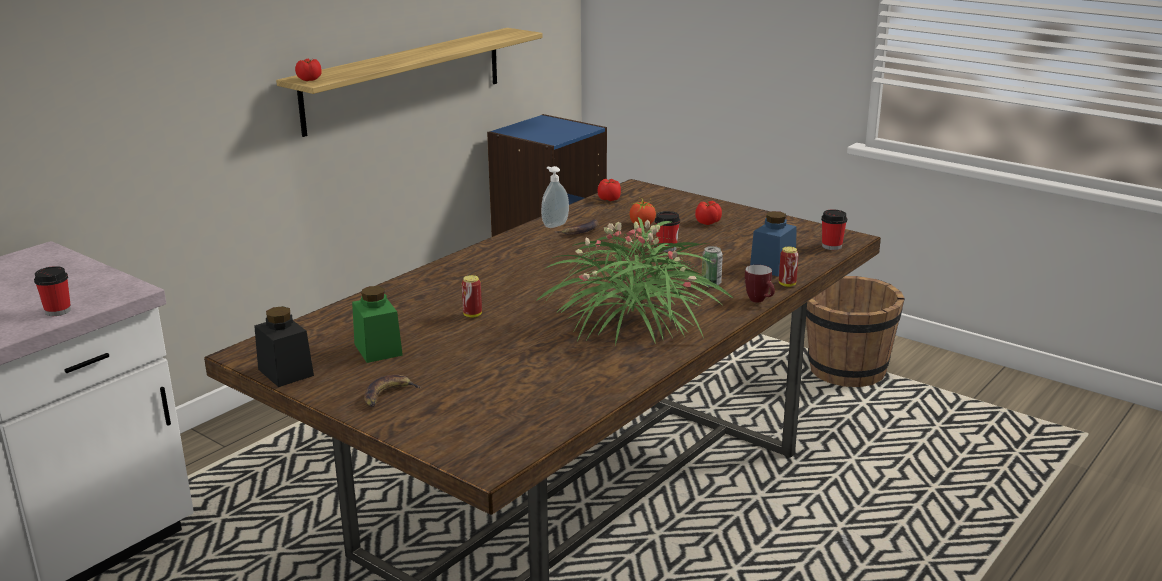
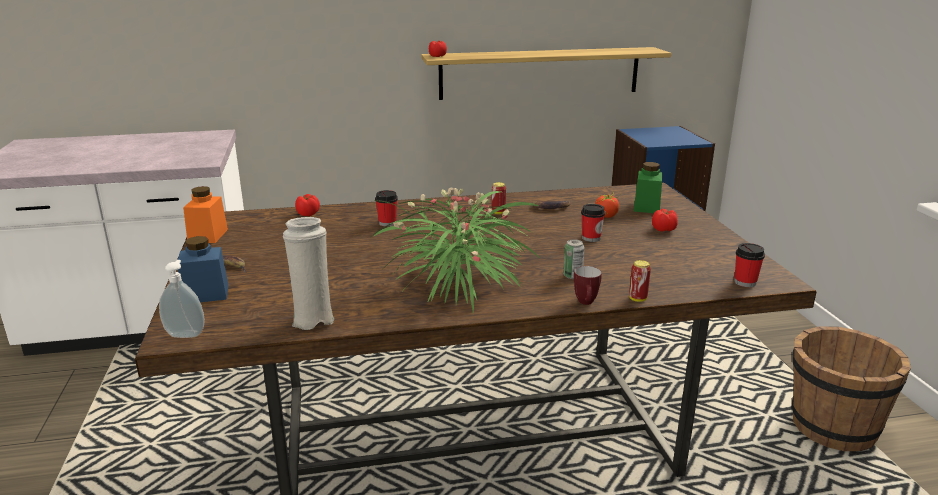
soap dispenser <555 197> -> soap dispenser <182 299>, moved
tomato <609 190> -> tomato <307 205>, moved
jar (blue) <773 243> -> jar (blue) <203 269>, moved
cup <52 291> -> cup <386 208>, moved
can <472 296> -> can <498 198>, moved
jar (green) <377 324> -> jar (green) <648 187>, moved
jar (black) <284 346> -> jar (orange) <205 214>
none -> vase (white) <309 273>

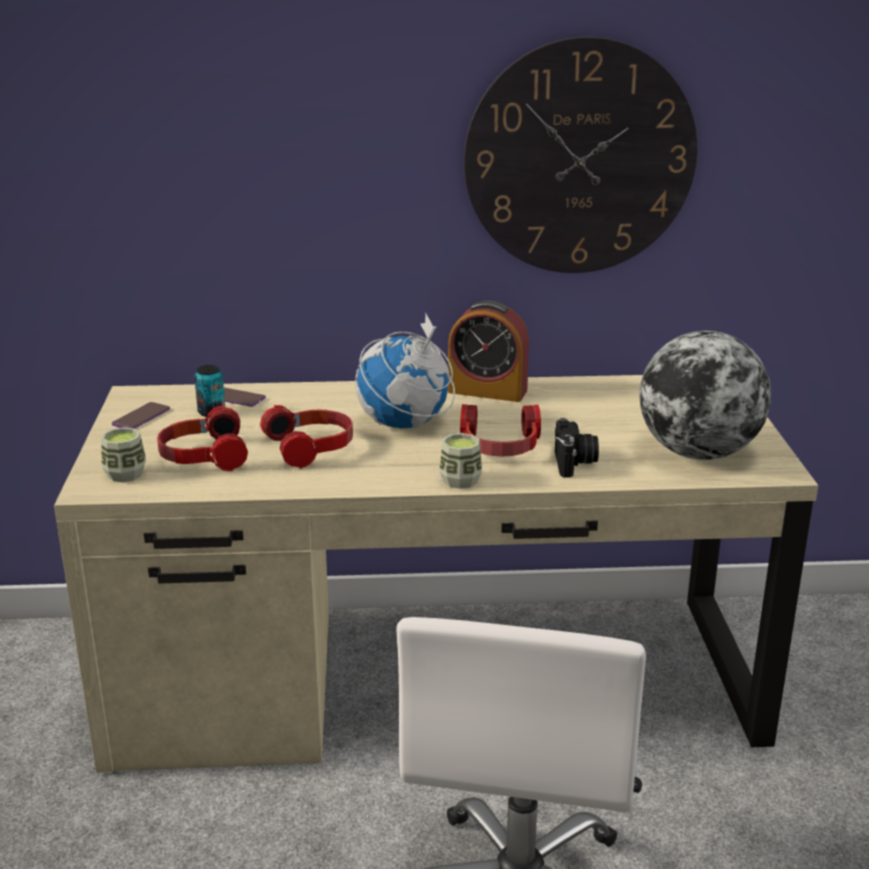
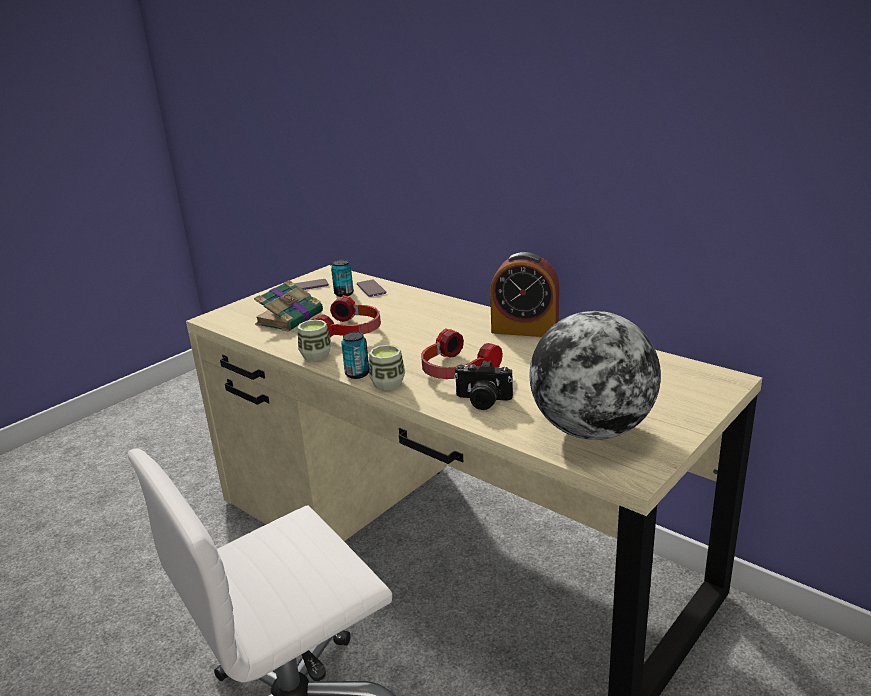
wall clock <580 155> -> none
alarm clock <488 351> -> alarm clock <524 294>, 45 degrees counterclockwise
globe <405 371> -> none
headphones <202 438> -> book <288 306>
photo camera <577 448> -> photo camera <483 385>, 60 degrees clockwise
cup <123 454> -> cup <314 340>, moved
none -> can <355 355>

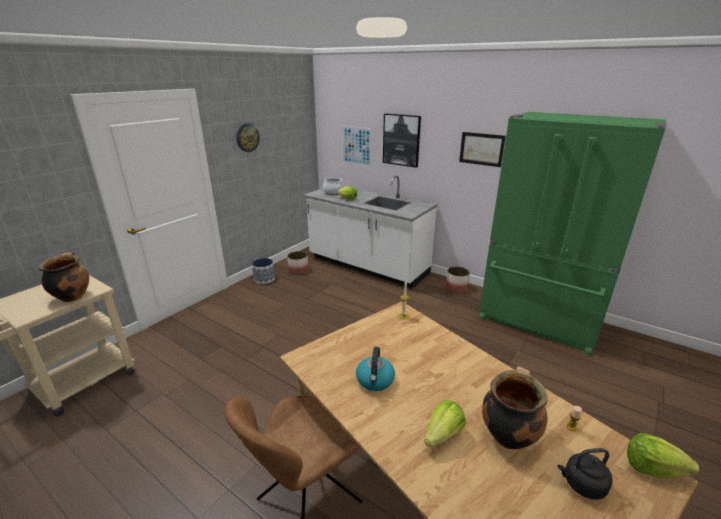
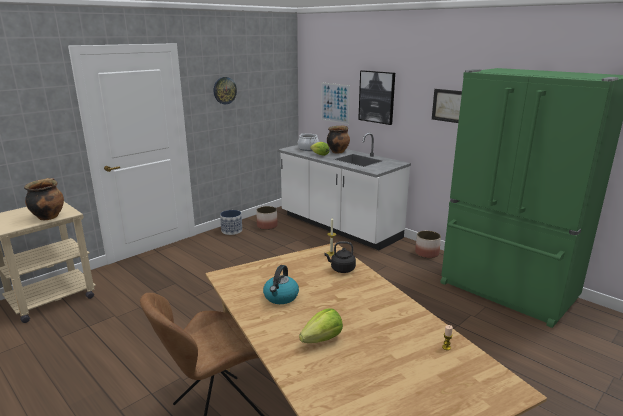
cooking pot <515 407> -> cooking pot <338 139>, moved
lettuce <663 455> -> none
kettle (black) <585 474> -> kettle (black) <340 257>, moved

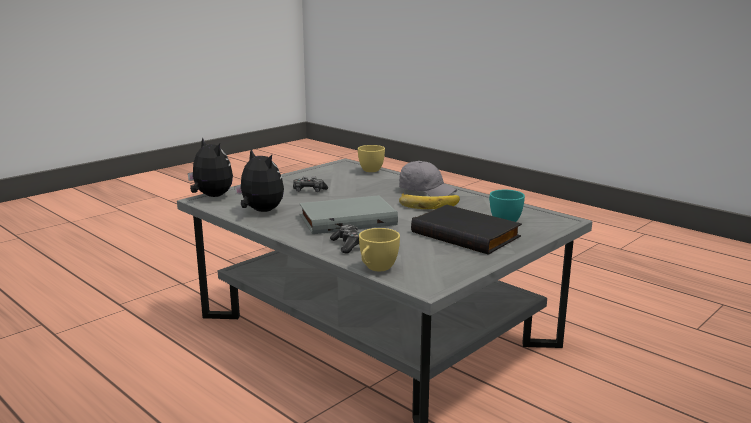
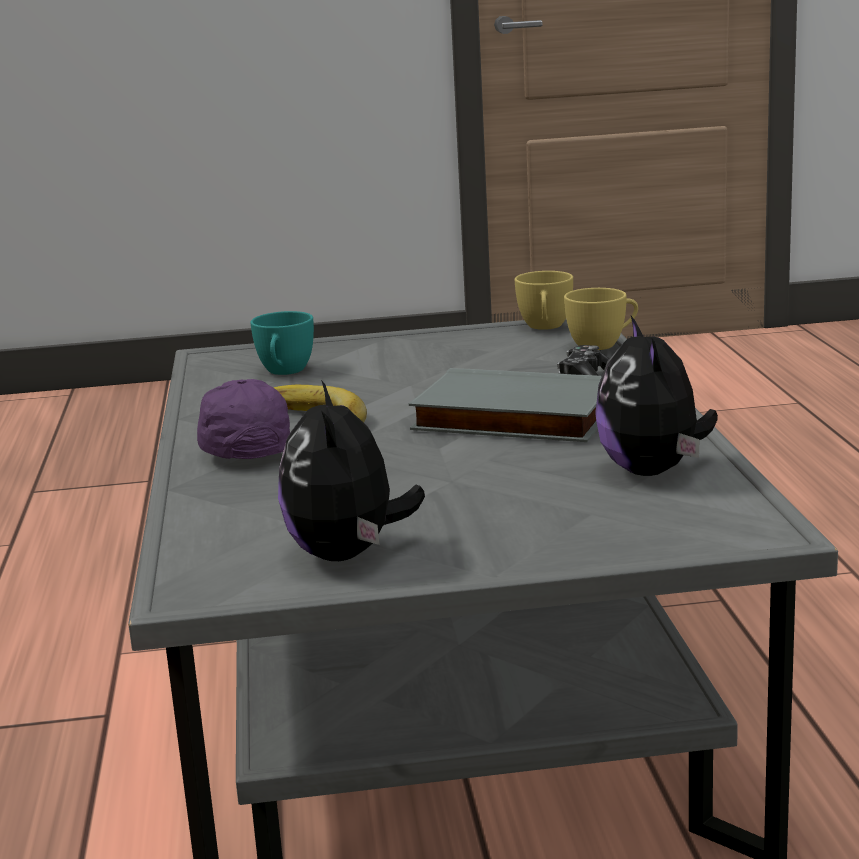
plush toy <210 167> -> plush toy <351 470>, moved
cup (yellow) <371 158> -> cup (yellow) <544 300>, moved
cap (grey) <428 178> -> cap (purple) <243 419>
game controller <310 184> -> none
book (black) <466 230> -> none

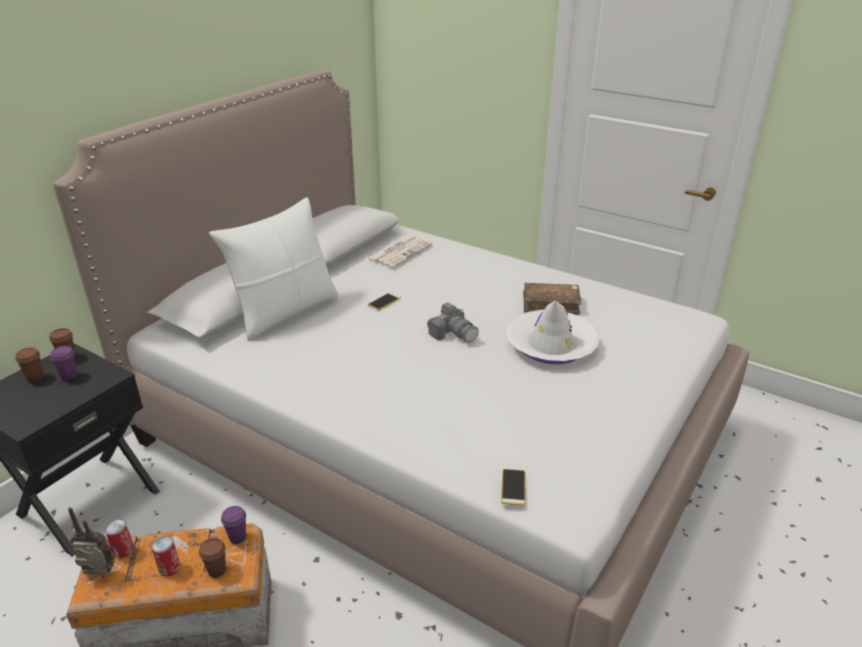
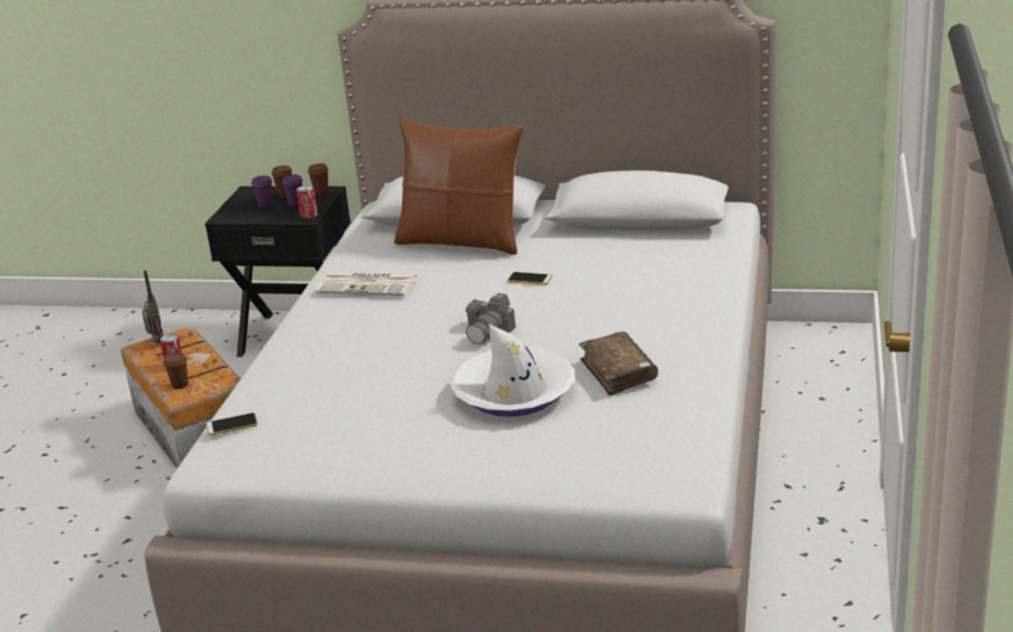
pillow (white) <273 268> -> pillow (brown) <459 186>
newspaper <399 252> -> newspaper <366 284>, moved
cup (purple) <233 525> -> cup (purple) <262 191>, moved
can <119 539> -> can <307 202>, moved

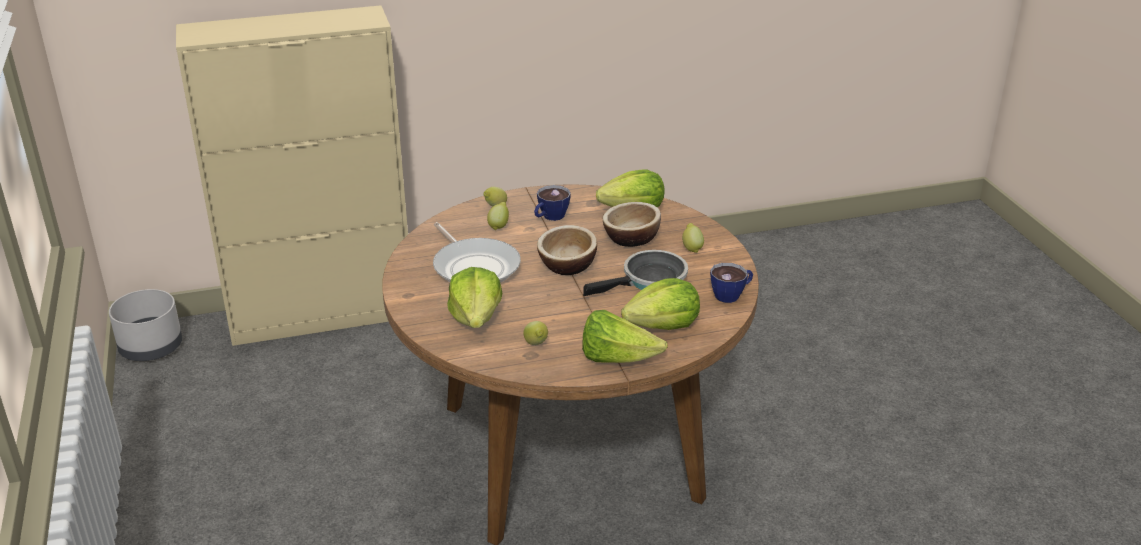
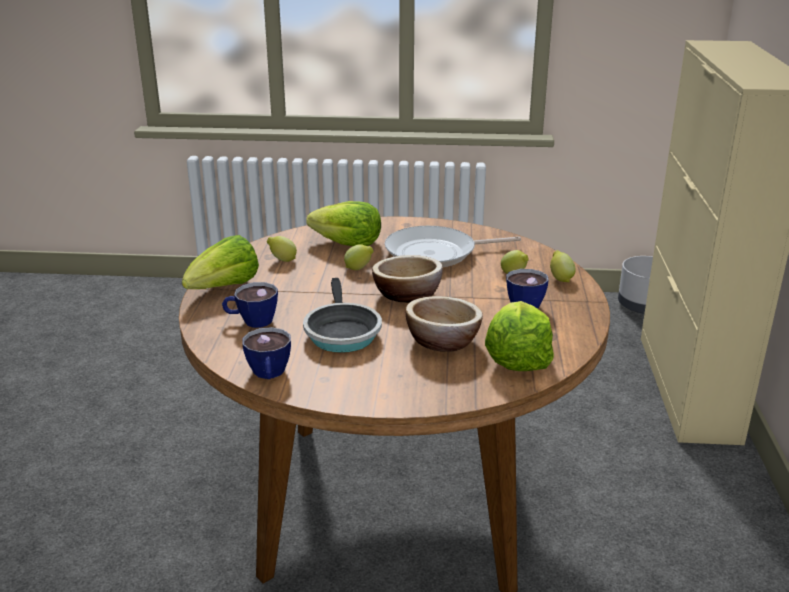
lemon <693 238> -> lemon <359 257>, moved
lettuce <660 304> -> cup <250 305>

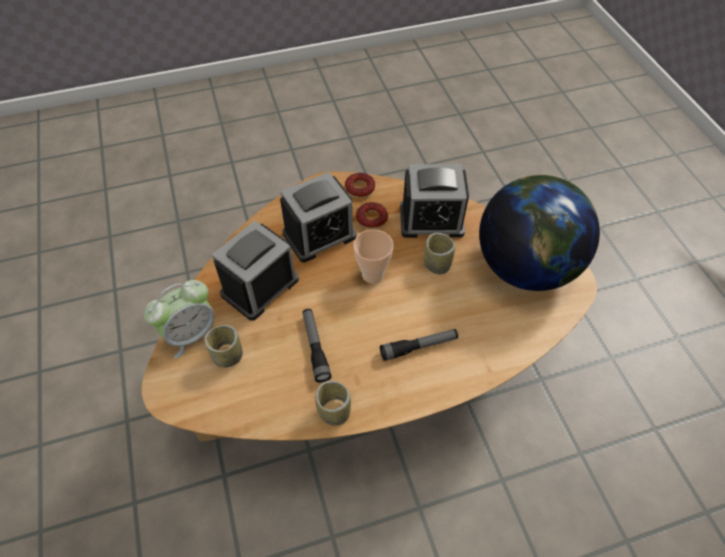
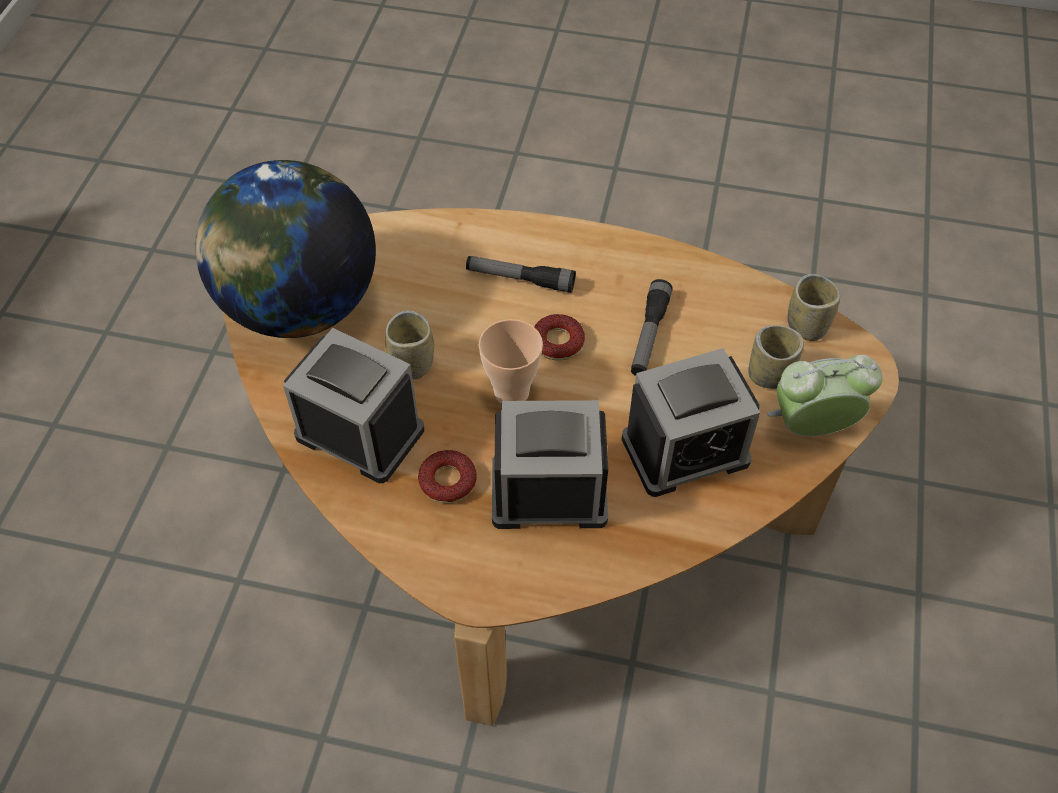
donut <360 185> -> donut <559 337>, moved
cup <333 403> -> cup <813 307>, moved

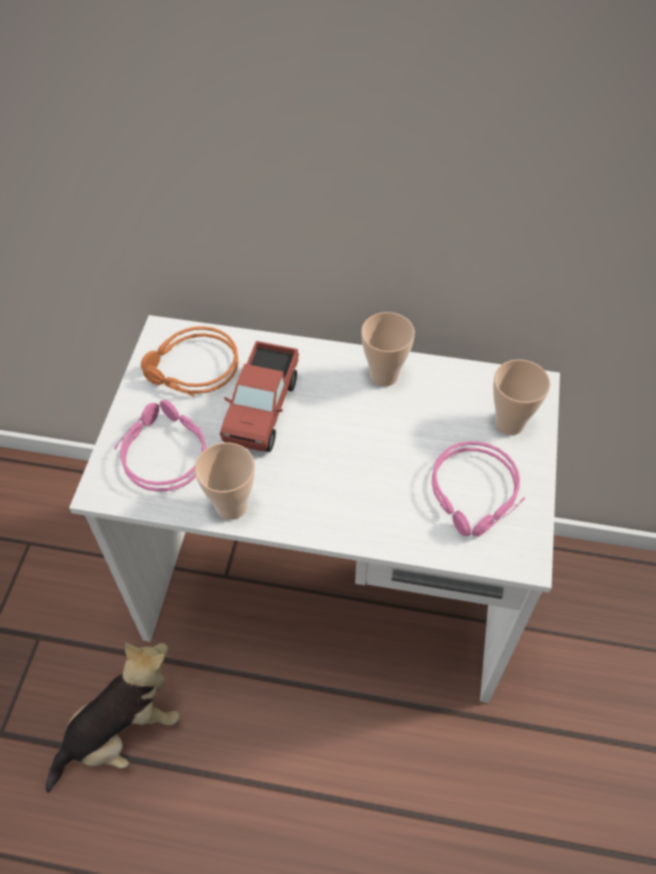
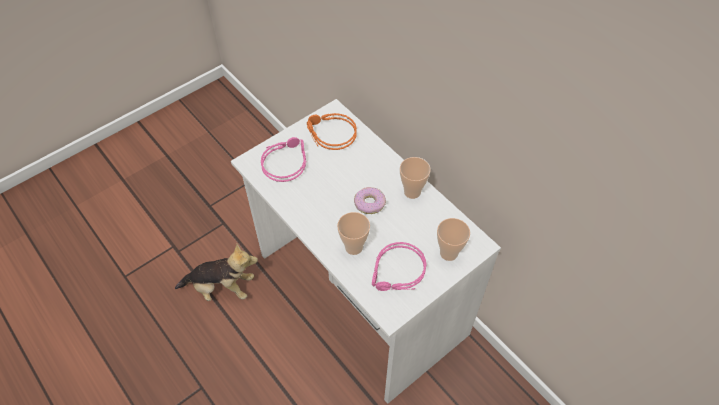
toy truck <259 396> -> none
cup <225 481> -> cup <353 233>, moved
none -> donut <370 200>

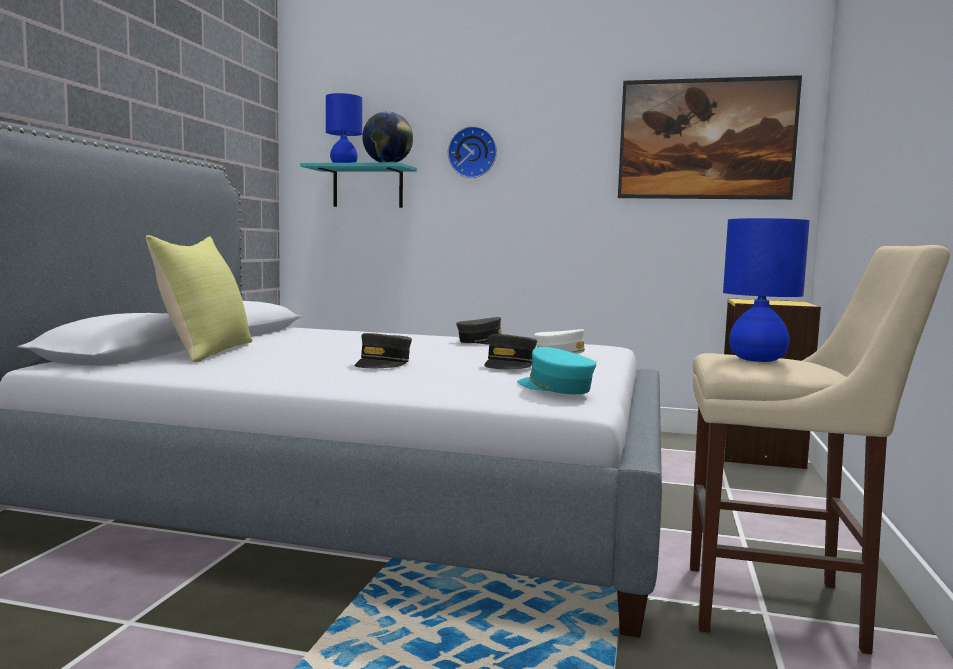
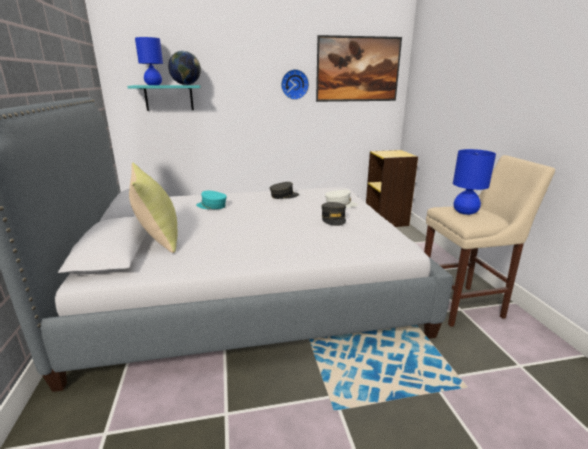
wall clock <472 152> -> wall clock <295 84>, moved
cap (grey) <383 350> -> none
cap (turquoise) <556 370> -> cap (turquoise) <211 200>, moved

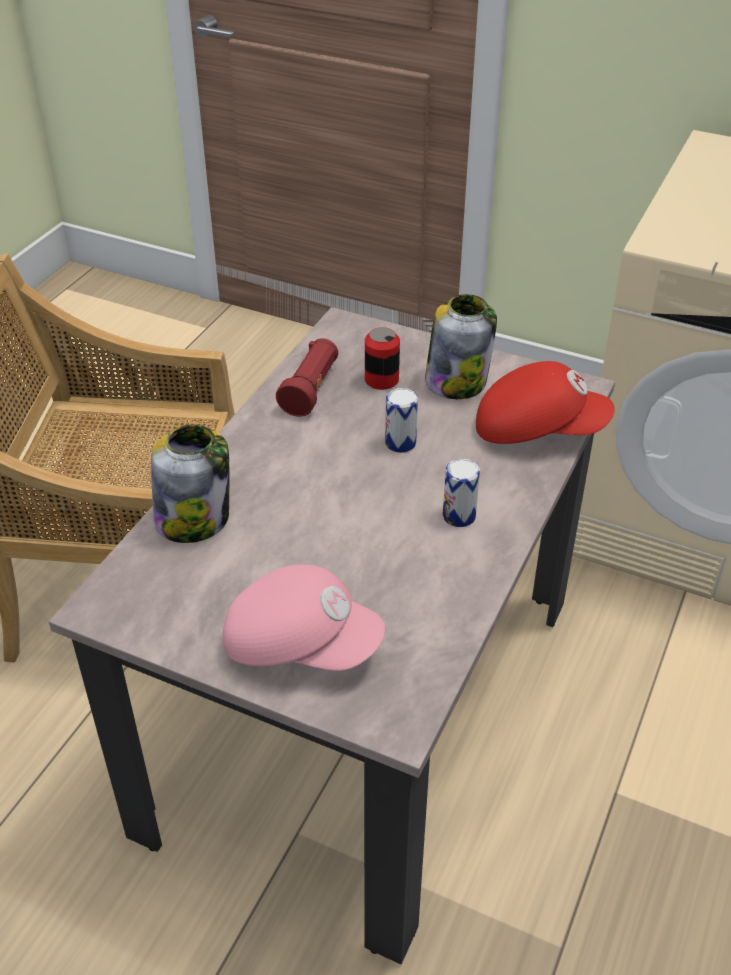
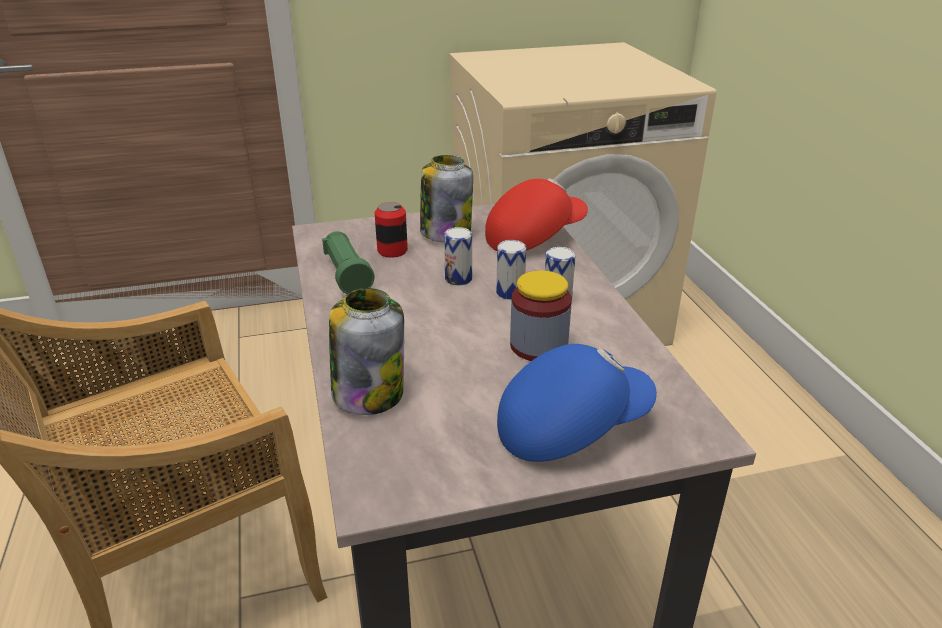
flashlight (red) <307 377> -> flashlight (green) <348 262>
cap (pink) <303 617> -> cap (blue) <577 403>
none -> can <511 270>
none -> jar <541 315>

